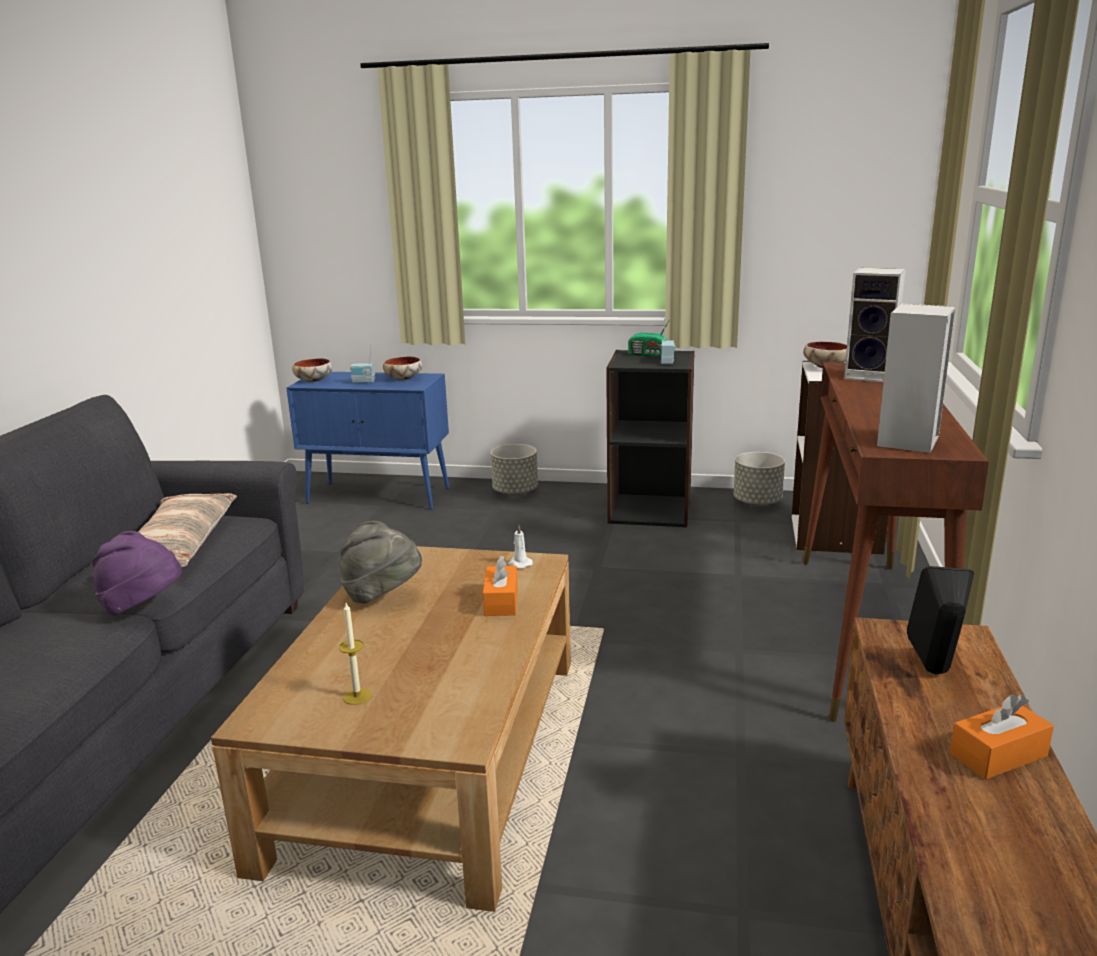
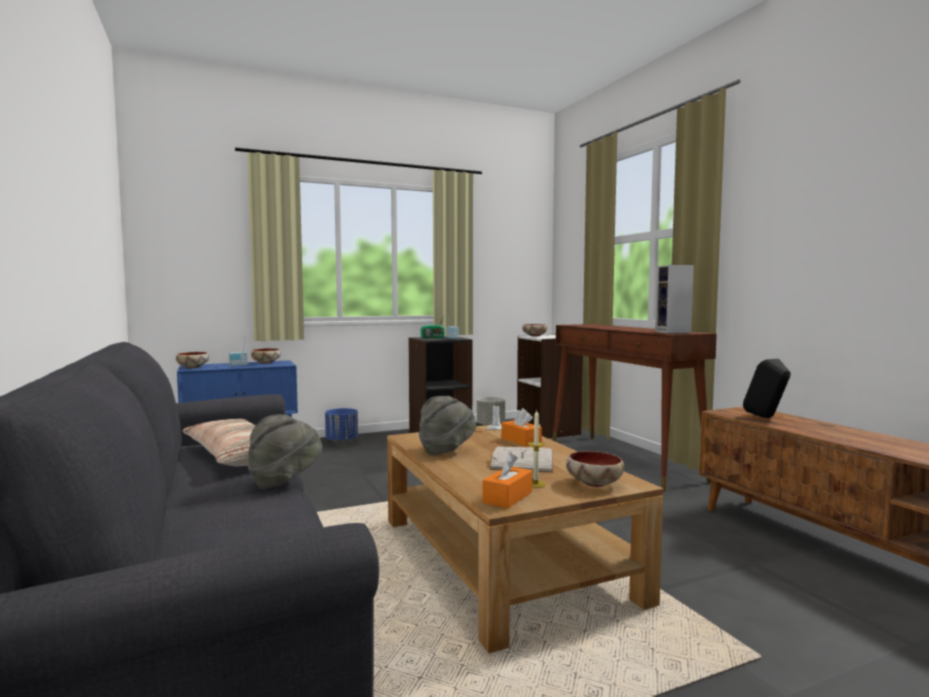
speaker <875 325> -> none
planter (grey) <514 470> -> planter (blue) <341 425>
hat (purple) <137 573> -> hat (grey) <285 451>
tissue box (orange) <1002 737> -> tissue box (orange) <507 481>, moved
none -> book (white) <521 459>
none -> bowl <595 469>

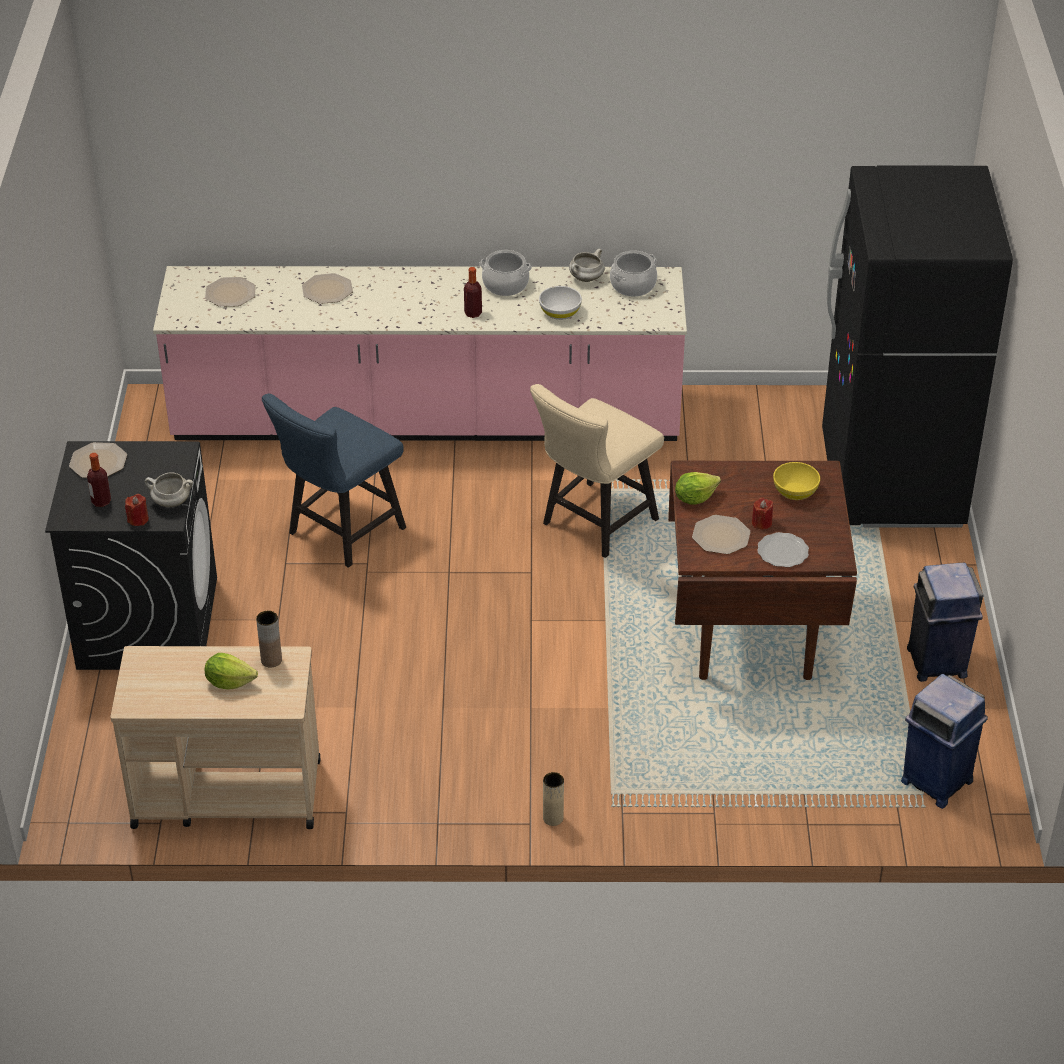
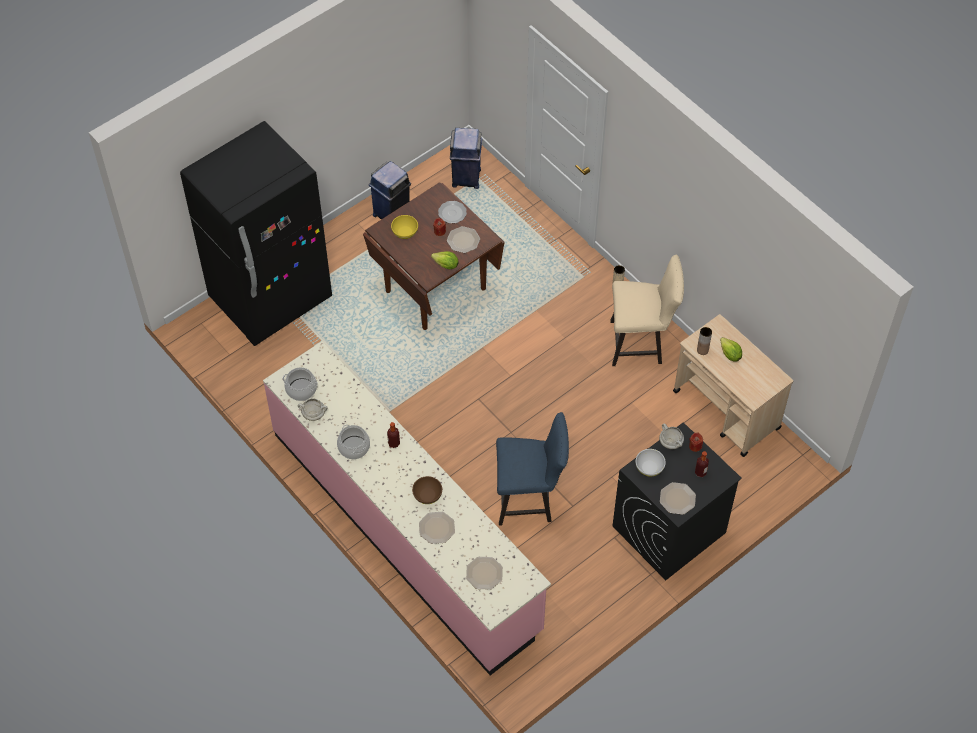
bowl (white) <560 303> -> bowl (white) <651 463>, moved
chair (beige) <597 471> -> chair (beige) <647 310>, moved
none -> bowl (brown) <427 490>

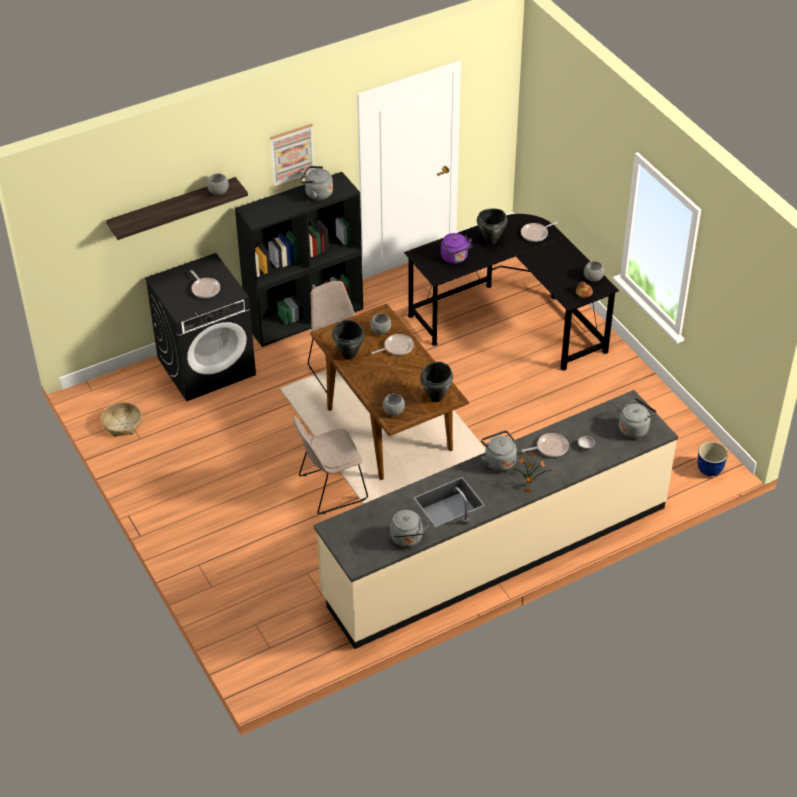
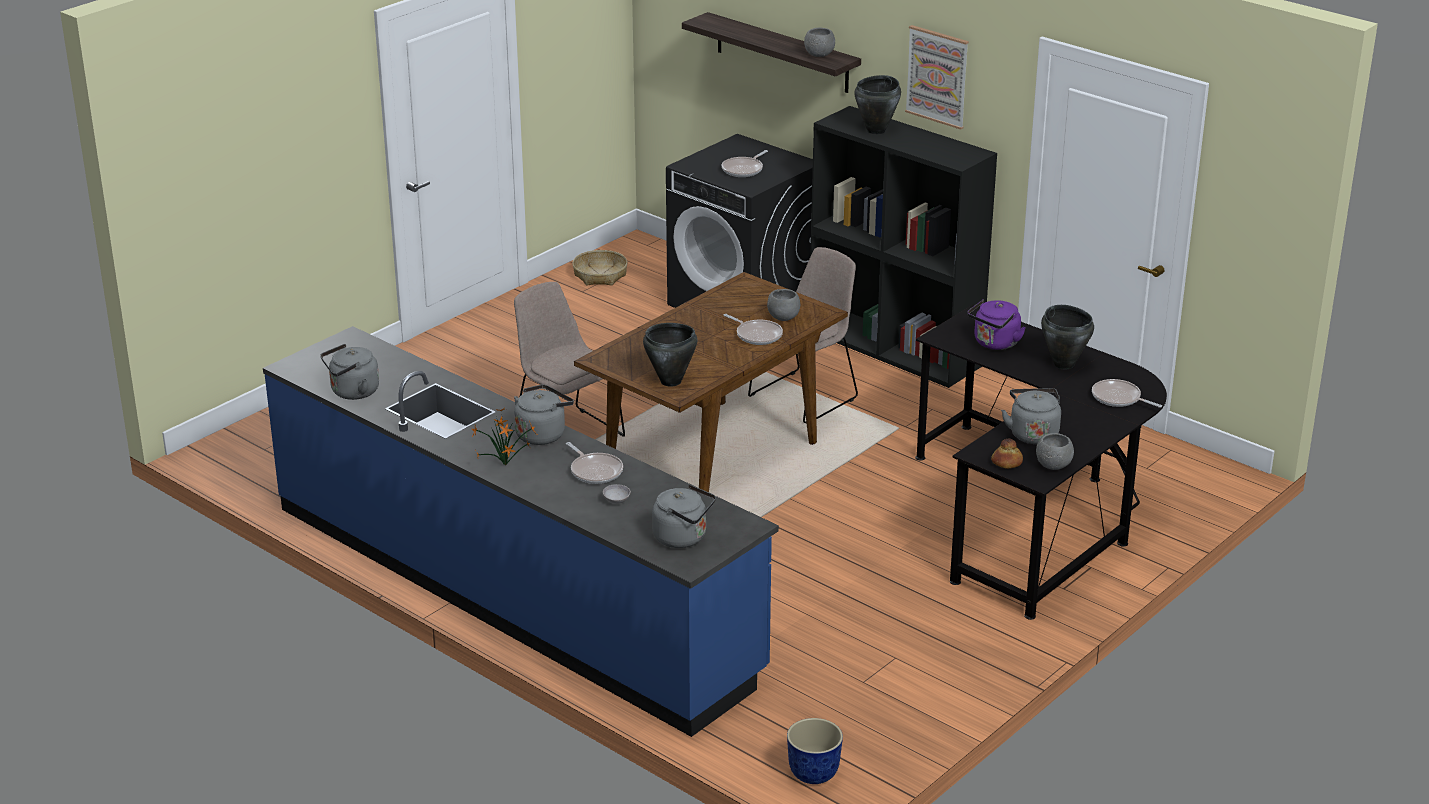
kettle (grey) <316 183> -> kettle (grey) <1031 416>, moved
cooking pot (black) <348 340> -> cooking pot (black) <877 104>, moved
counter (beige) <496 519> -> counter (blue) <521 531>
bowl (grey) <394 404> -> none

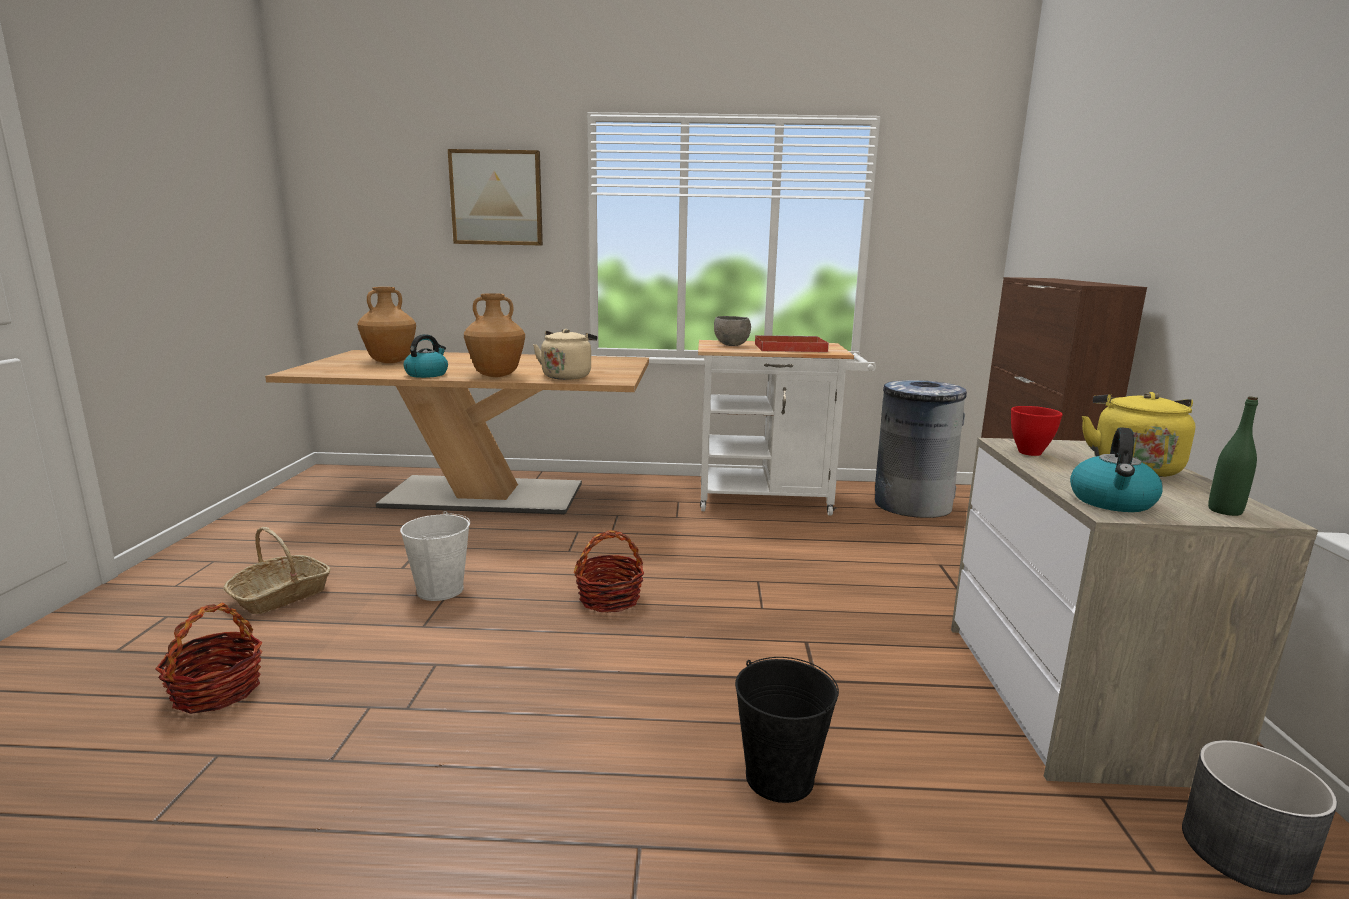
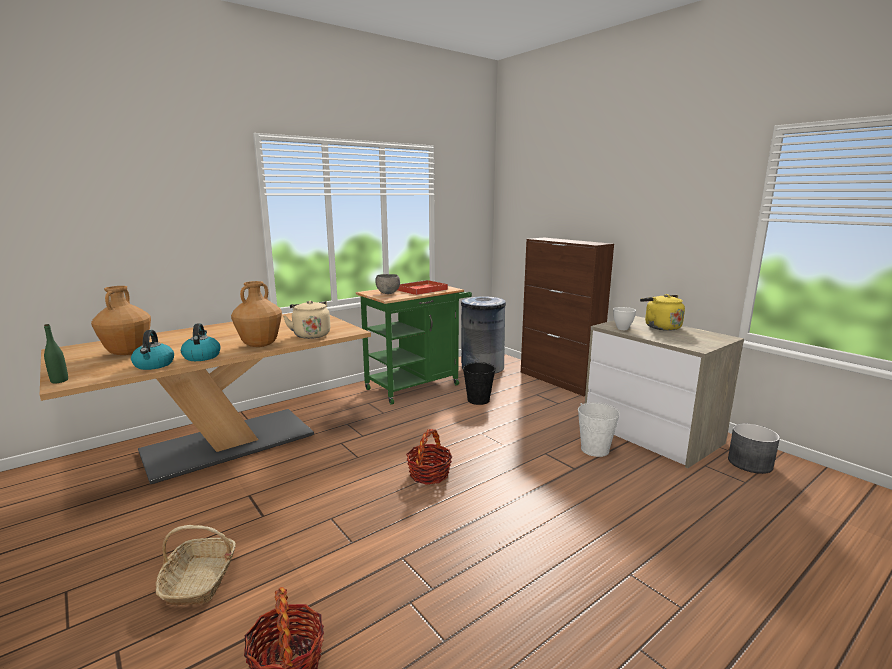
picture <495 197> -> none
cart (white) <787 428> -> cart (green) <414 345>
bottle (green) <1233 456> -> bottle (green) <56 353>, moved
bowl (red) <1037 431> -> bowl (white) <624 318>
kettle <1116 469> -> kettle <152 350>, moved
bucket (white) <435 556> -> bucket (white) <599 429>, moved
bucket (black) <787 730> -> bucket (black) <479 383>, moved

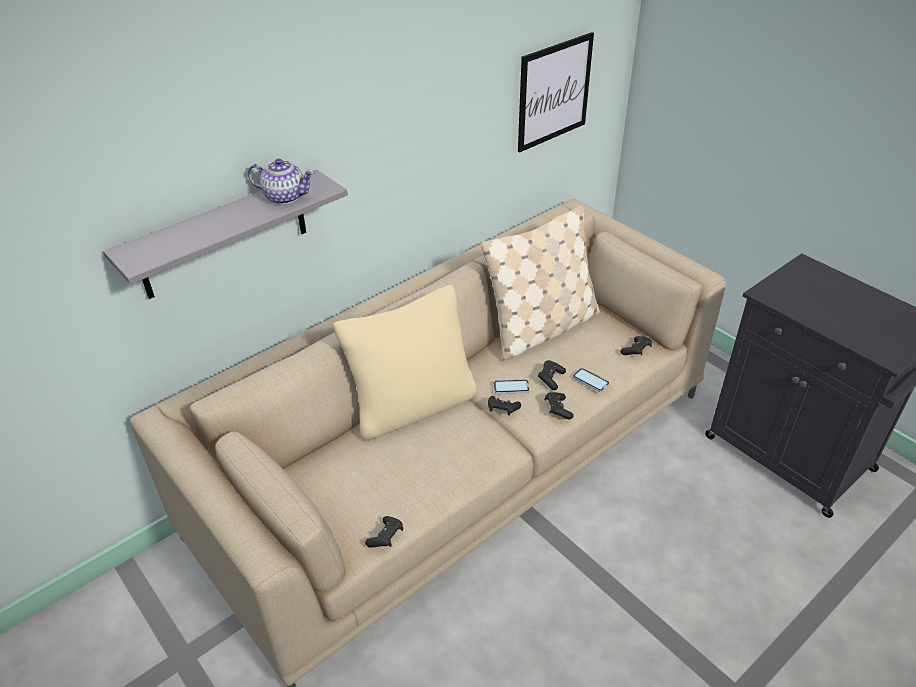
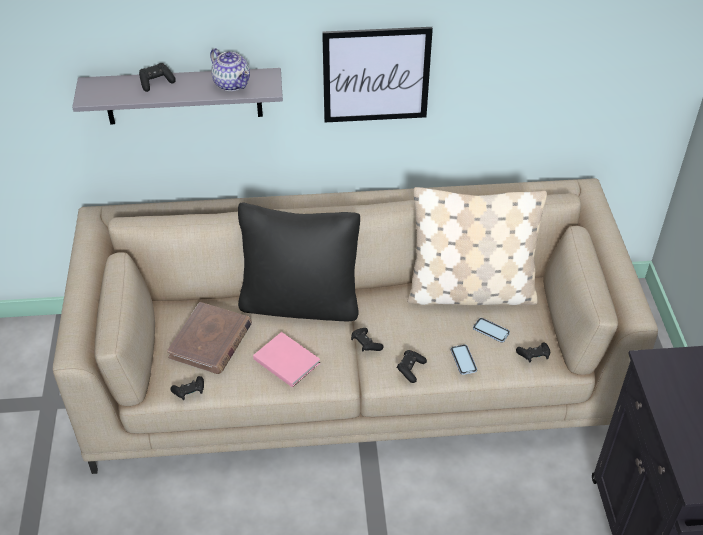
picture <556 92> -> picture <377 74>, moved
pillow (beige) <405 362> -> pillow (black) <299 262>
game controller (black) <552 375> -> game controller (black) <157 77>, moved
phone <512 386> -> phone <491 330>, moved
none -> book (brown) <209 338>
none -> book (pink) <286 360>

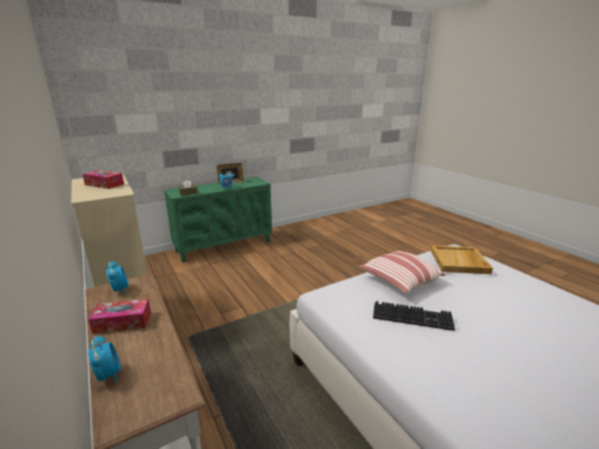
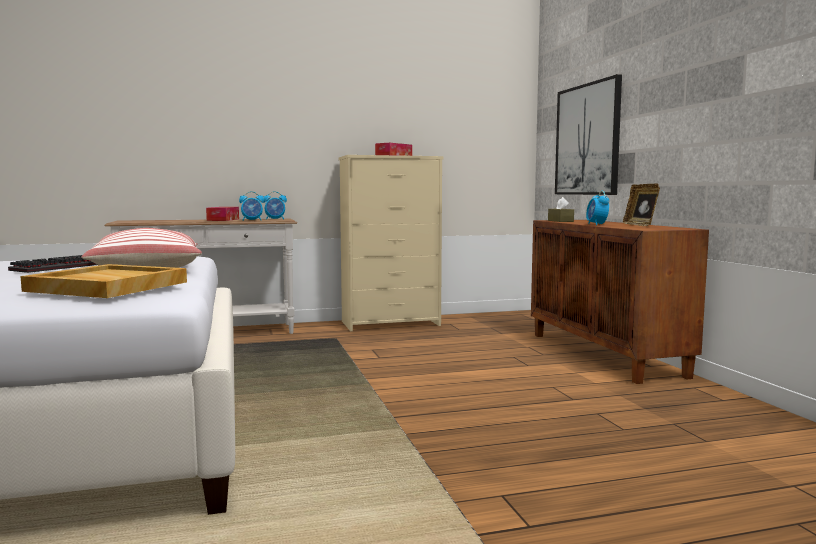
cabinet (green) <218 220> -> cabinet (brown) <620 302>
alarm clock <104 359> -> alarm clock <251 206>, moved
none -> picture <588 134>

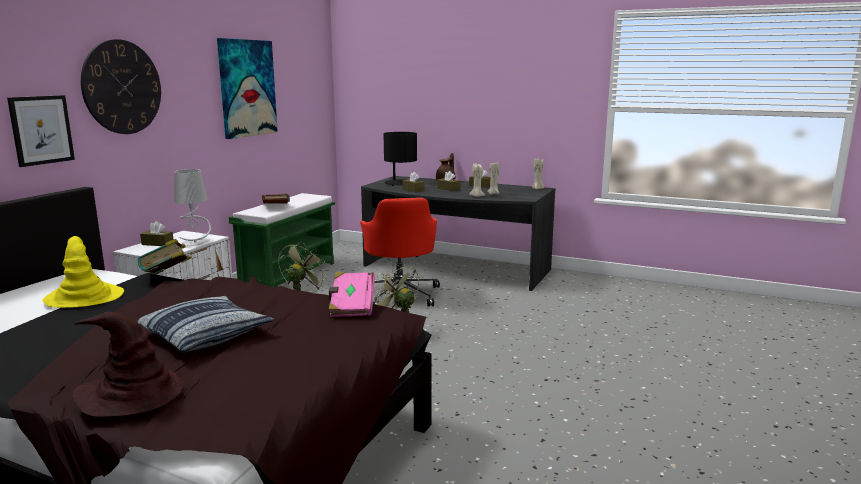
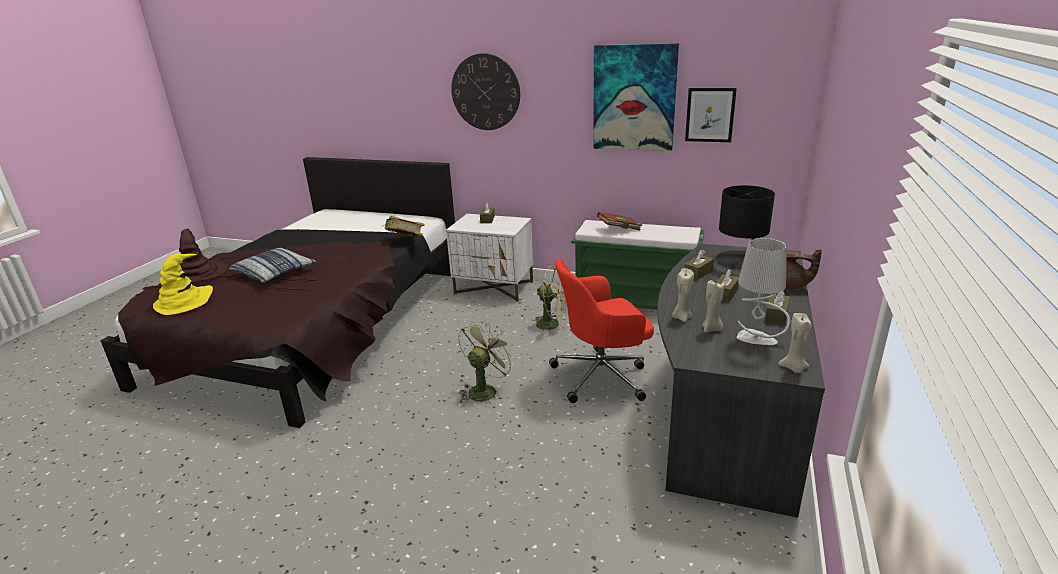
picture <41 131> -> picture <711 115>, moved
table lamp (grey) <192 207> -> table lamp (grey) <763 291>, moved
hat (yellow) <83 272> -> hat (yellow) <183 284>, moved
book (pink) <351 294> -> none

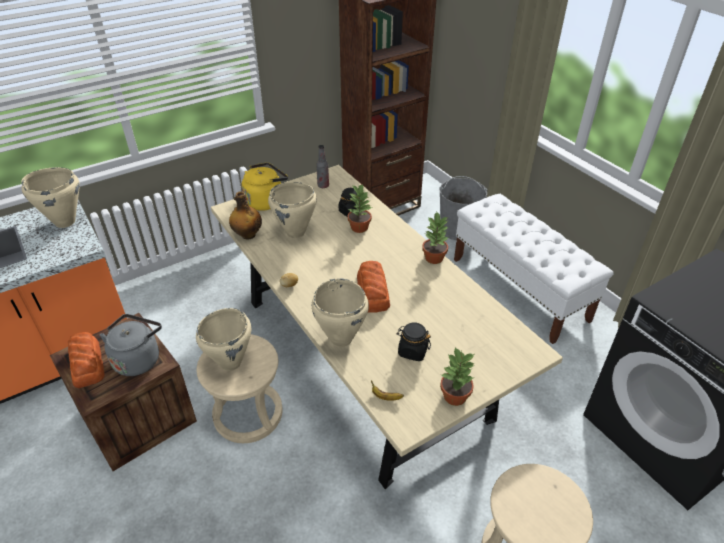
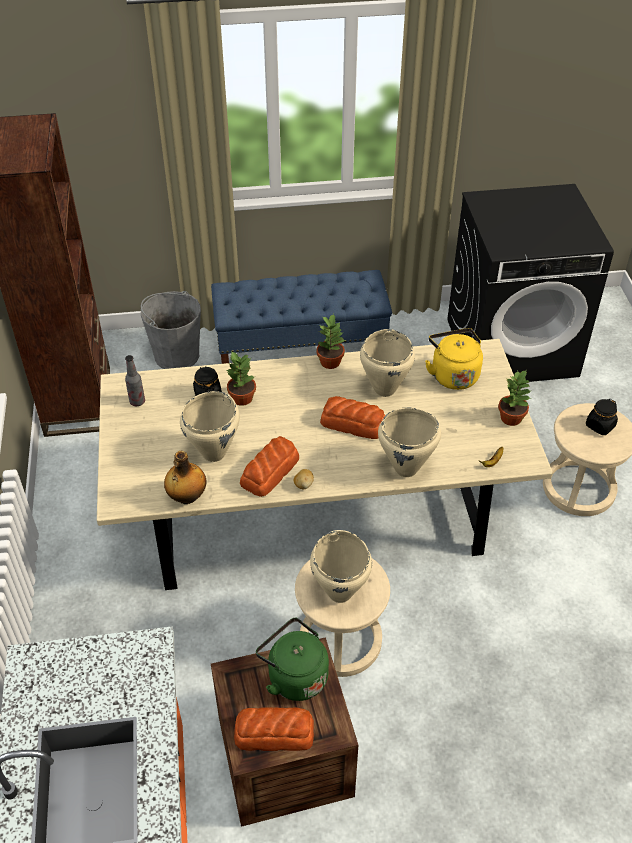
kettle (yellow) <265 186> -> kettle (yellow) <454 359>, moved
cooking pot (beige) <50 197> -> cooking pot (beige) <387 363>, moved
bench (white) <534 269> -> bench (blue) <301 317>
kettle (grey) <131 345> -> kettle (green) <292 659>
jar (black) <414 342> -> jar (black) <602 417>, moved
none -> bread <269 466>

